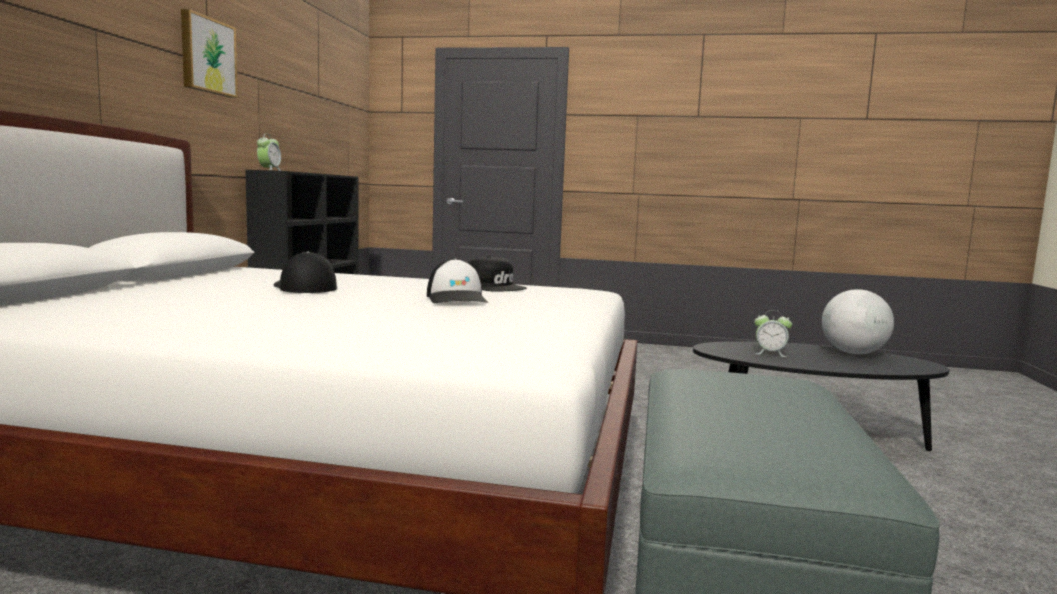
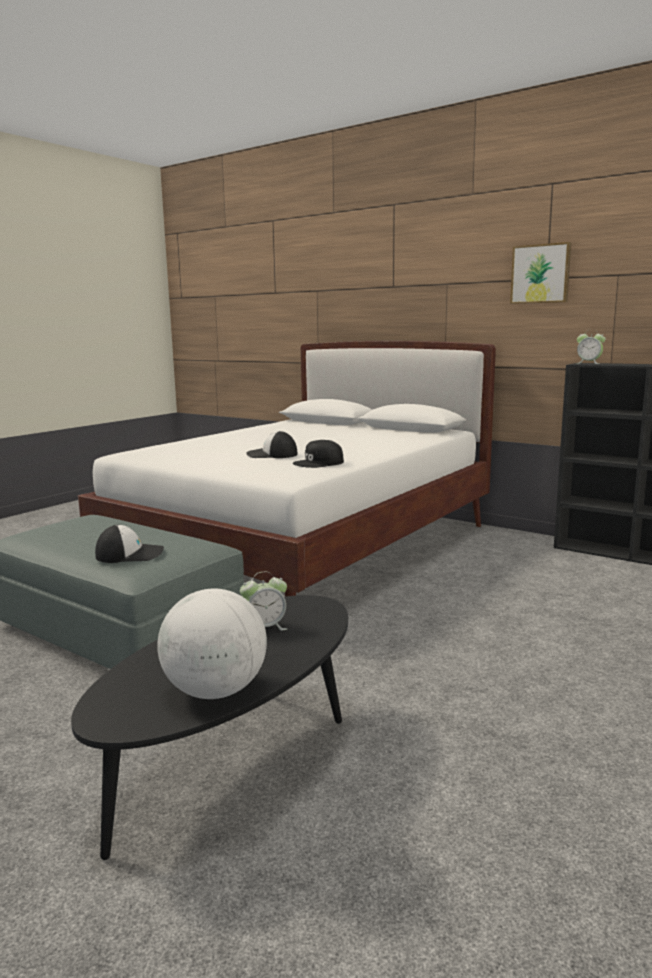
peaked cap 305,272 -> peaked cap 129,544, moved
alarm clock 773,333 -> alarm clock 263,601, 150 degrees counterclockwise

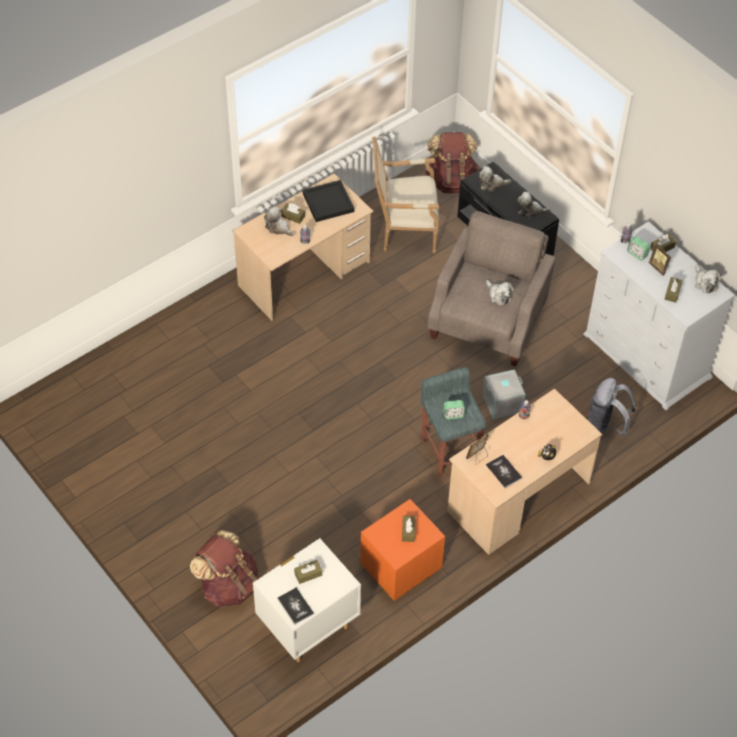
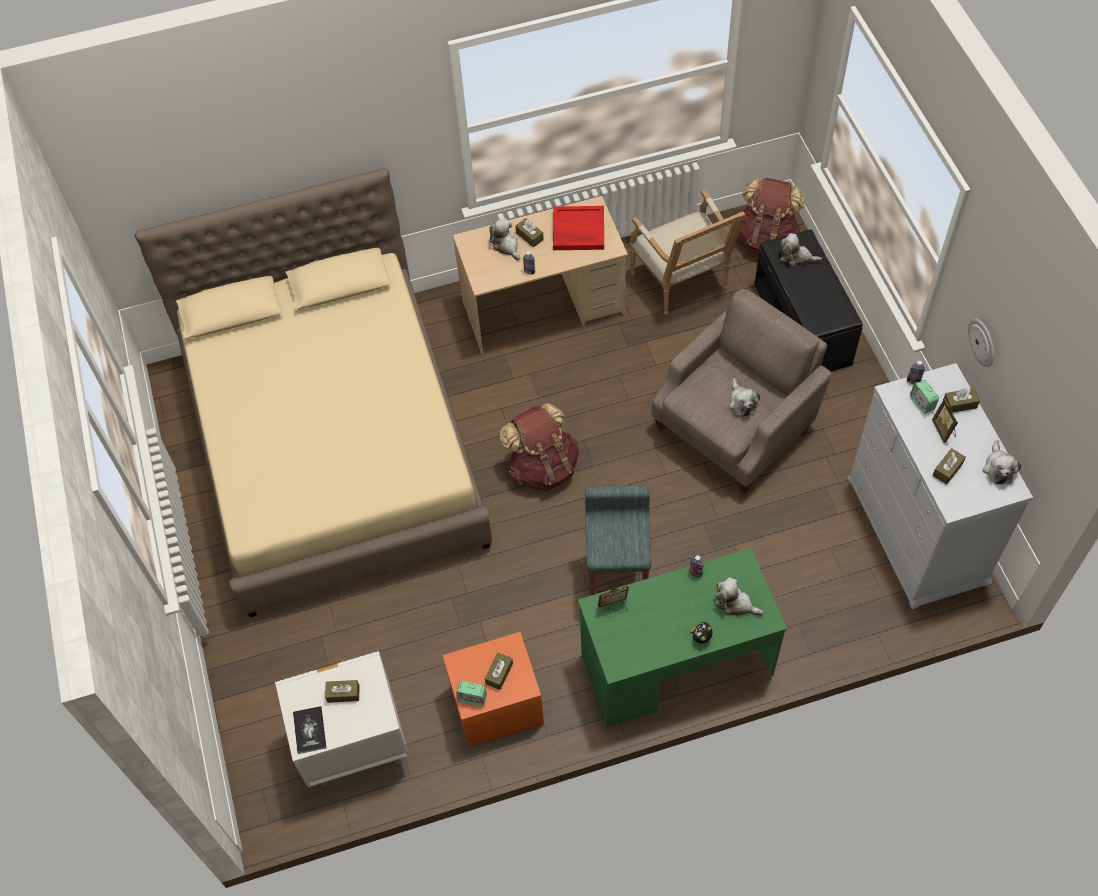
easy chair 405,195 -> easy chair 687,252, 135 degrees counterclockwise
tray (blackish) 328,201 -> tray (red-coloured) 578,228
cuddly toy 534,205 -> cuddly toy 739,596, moved
storage container (gray) 504,394 -> none
knapsack (gray) 612,407 -> none
desk table (beige) 525,472 -> desk table (green-coloured) 682,637
alarm clock 454,410 -> alarm clock 471,693, moved
book 504,471 -> none
knapsack (brown) 224,568 -> knapsack (brown) 539,447, moved
none -> bedroom bed (beige) 313,392
none -> hanging clock 981,342

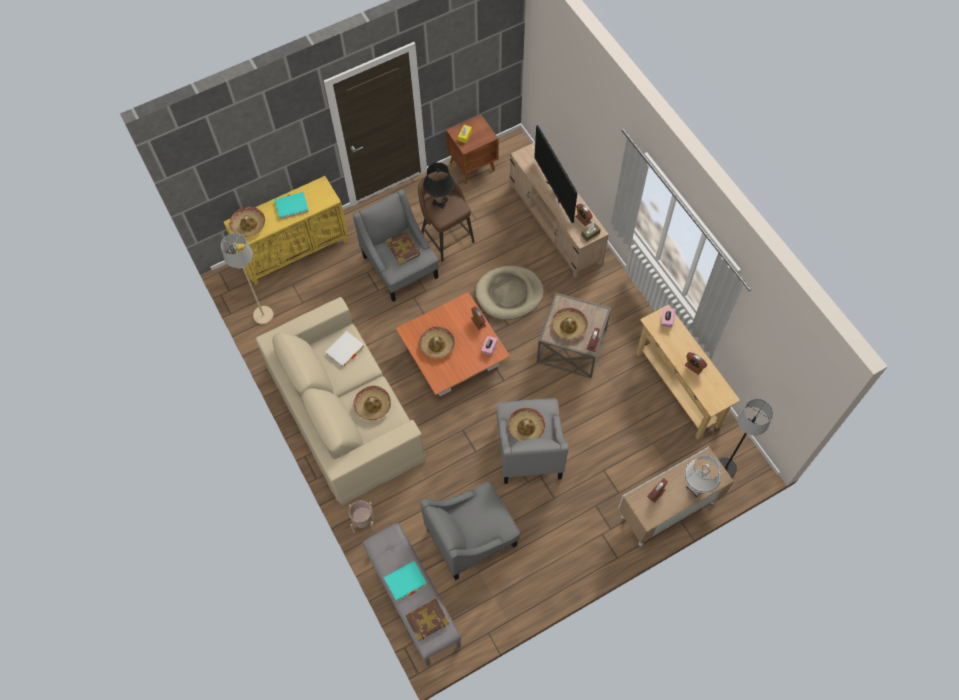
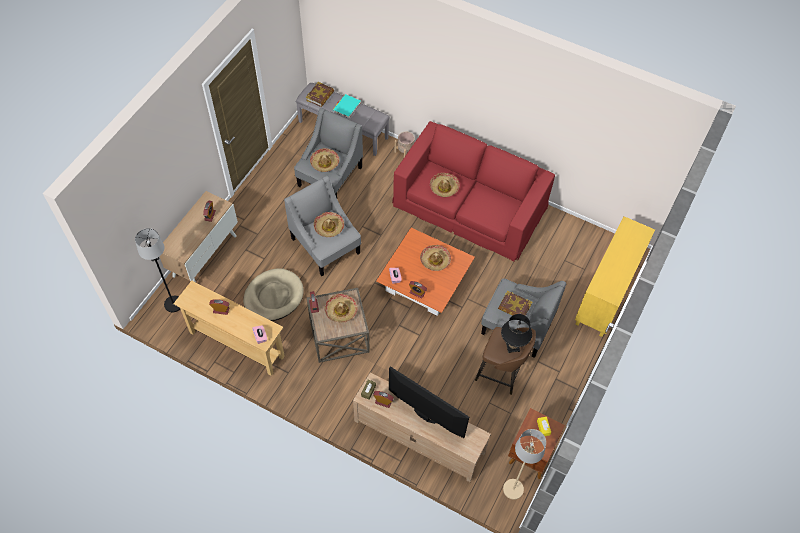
book (turquoise-coloured) 292,205 -> none
clothing hat 247,222 -> clothing hat 324,160, moved
standing lamp (beige) 247,279 -> standing lamp (beige) 524,464, moved
pet bed (beige) 509,292 -> pet bed (beige) 273,294, moved
sofa (beige) 341,401 -> sofa (red-coloured) 473,191
book (white) 344,349 -> none
table lamp (white) 702,476 -> none

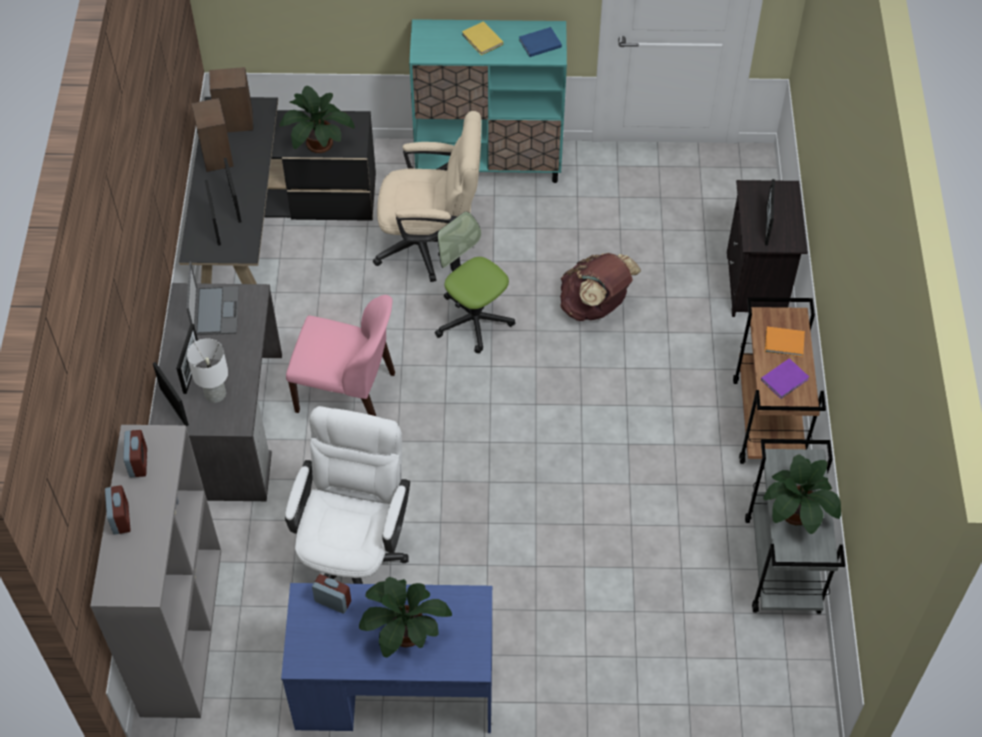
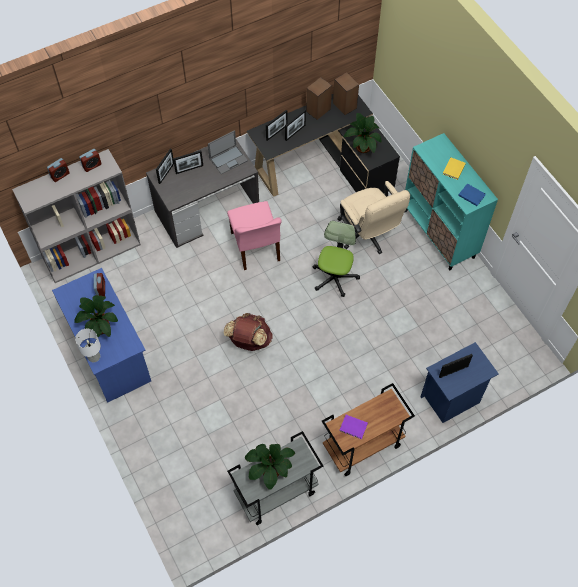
bedside table (blackish) 767,248 -> bedside table (blue) 460,382
knapsack (brown) 600,287 -> knapsack (brown) 248,332, moved
book (orangey) 785,342 -> none
table lamp (white) 207,370 -> table lamp (white) 88,345, moved
computer chair (white) 347,495 -> none

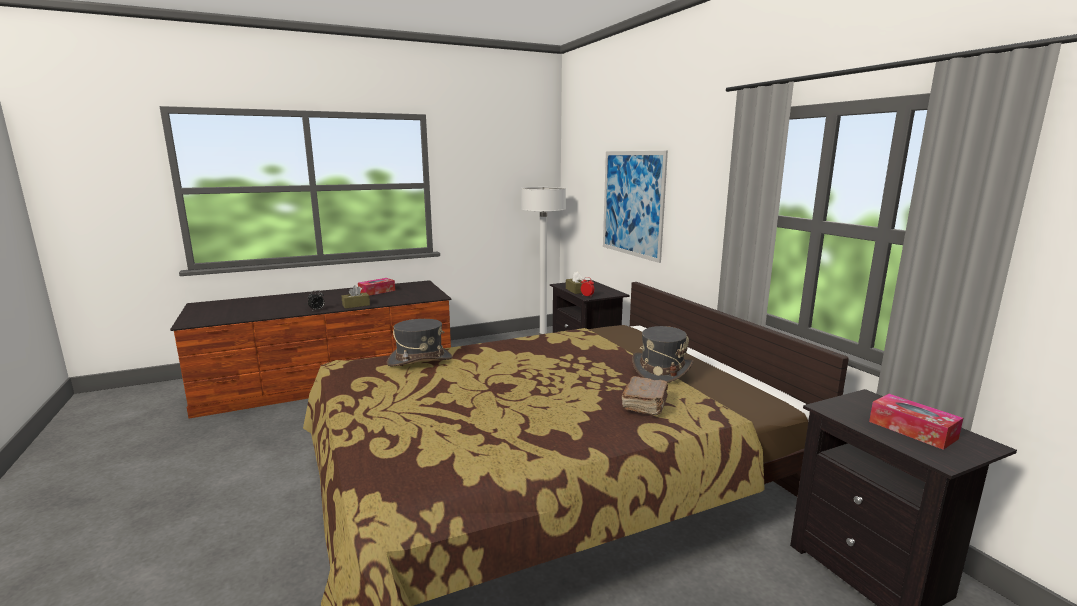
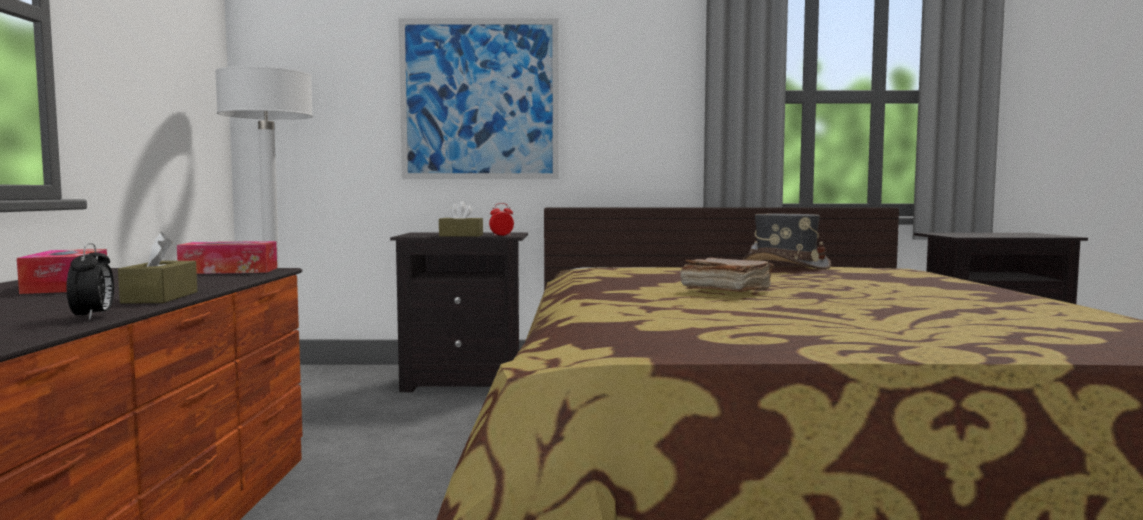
clothing hat (gray) 419,343 -> none
book (brown) 645,395 -> book (brown) 727,275, moved
tissue box 916,422 -> tissue box 227,257, moved

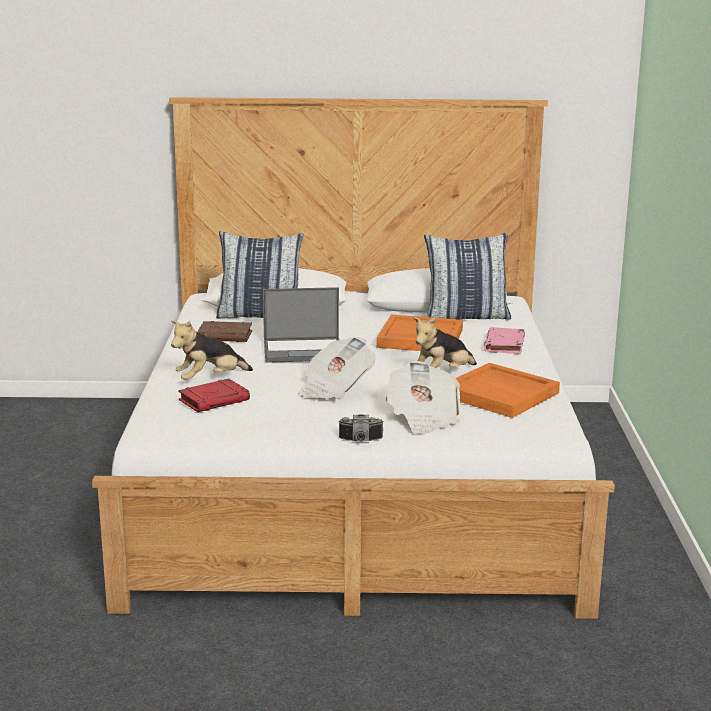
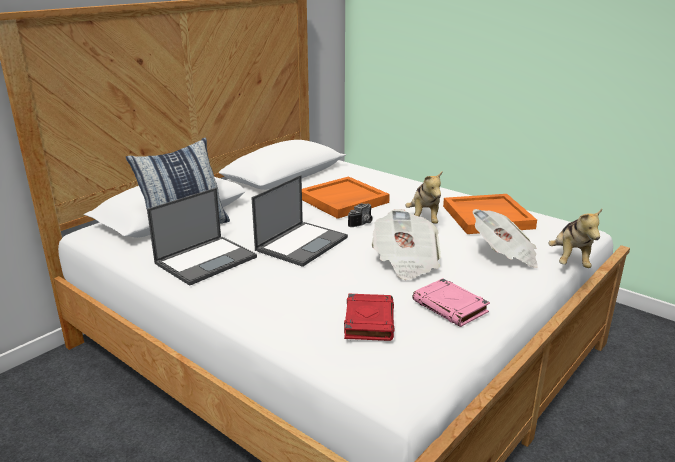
pillow 467,276 -> none
cuddly toy 212,350 -> cuddly toy 575,238, moved
book (brown) 224,331 -> portable computer 202,237
book (pink-coloured) 504,340 -> book (pink-coloured) 451,302, moved
photo camera 361,428 -> photo camera 360,215, moved

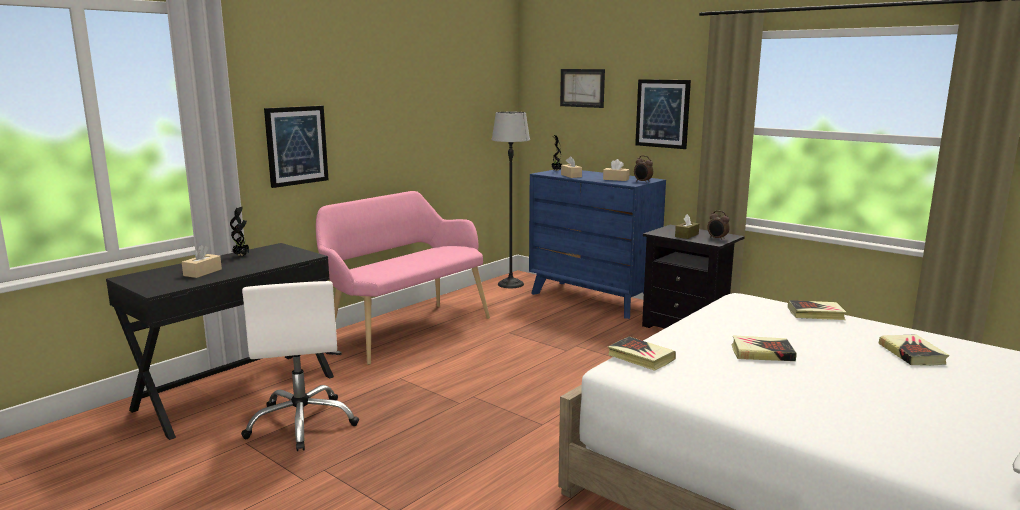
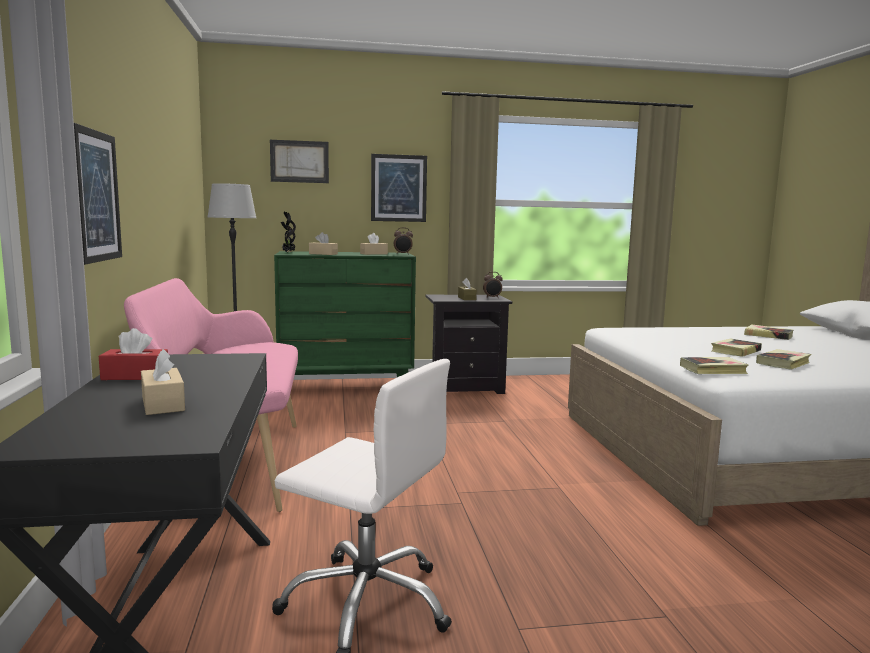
chest of drawers (blue) 597,244 -> chest of drawers (green-coloured) 345,314
houseplant 240,231 -> tissue box (red-coloured) 133,354
book 817,310 -> book 783,359, moved

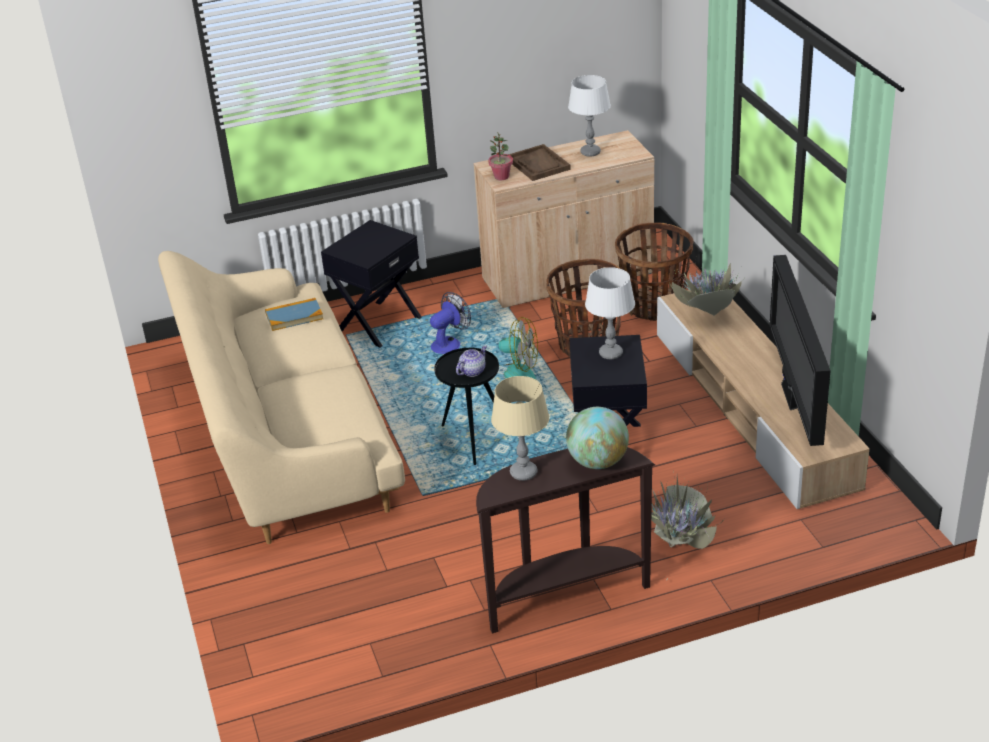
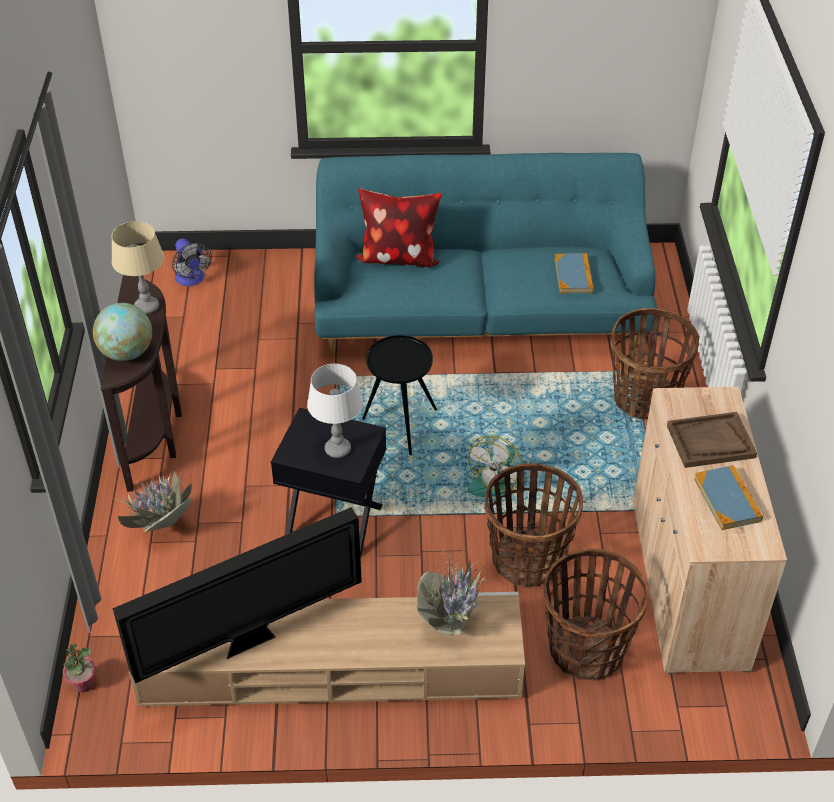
table lamp (white) 589,116 -> book 728,497
houseplant 500,156 -> houseplant 79,668, moved
accent table (blackish) 371,284 -> household basket 655,364
sofa (beige) 281,397 -> sofa (turquoise-coloured) 485,253
TV 800,350 -> TV 237,595, 135 degrees clockwise
fan 450,323 -> fan 192,262, moved
pot for tea 471,361 -> none
none -> pillow 398,227

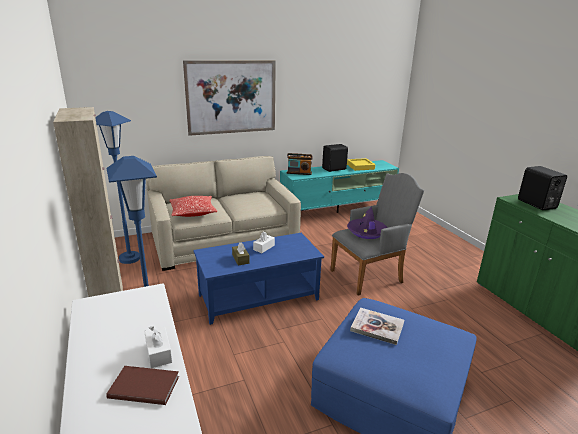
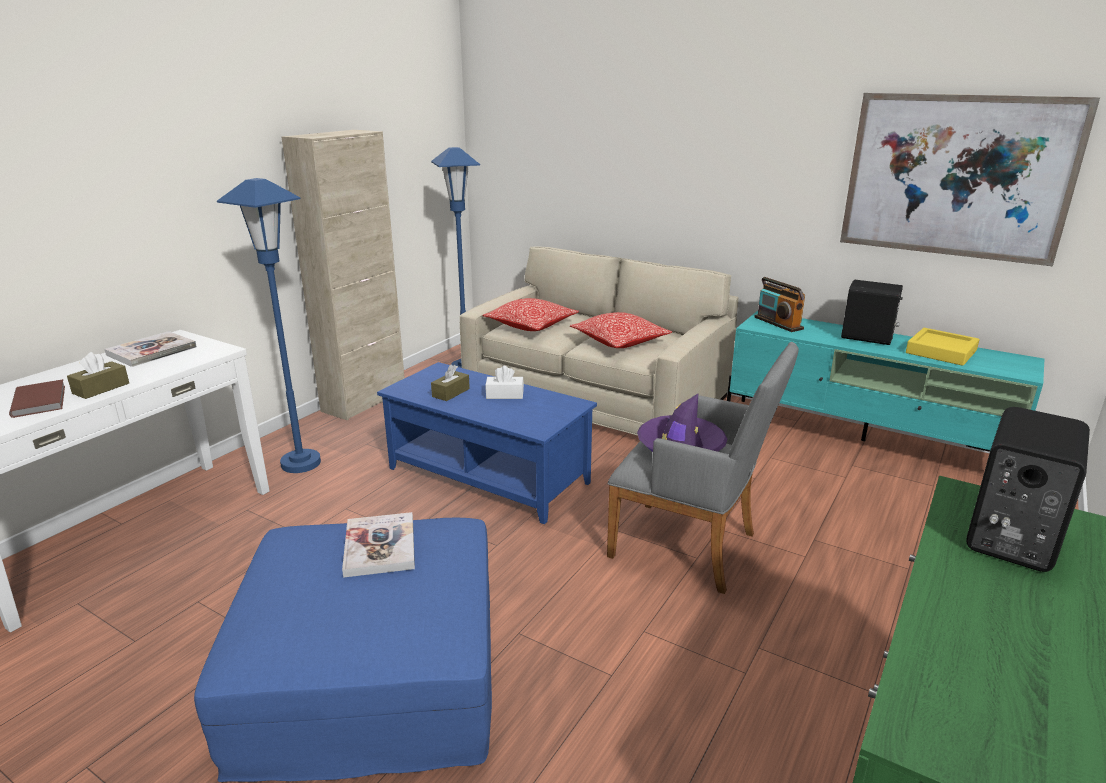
picture 229,98 -> picture 970,179, moved
tissue box (white) 158,347 -> tissue box (brown) 98,375
none -> pillow 621,330
none -> book 151,349

